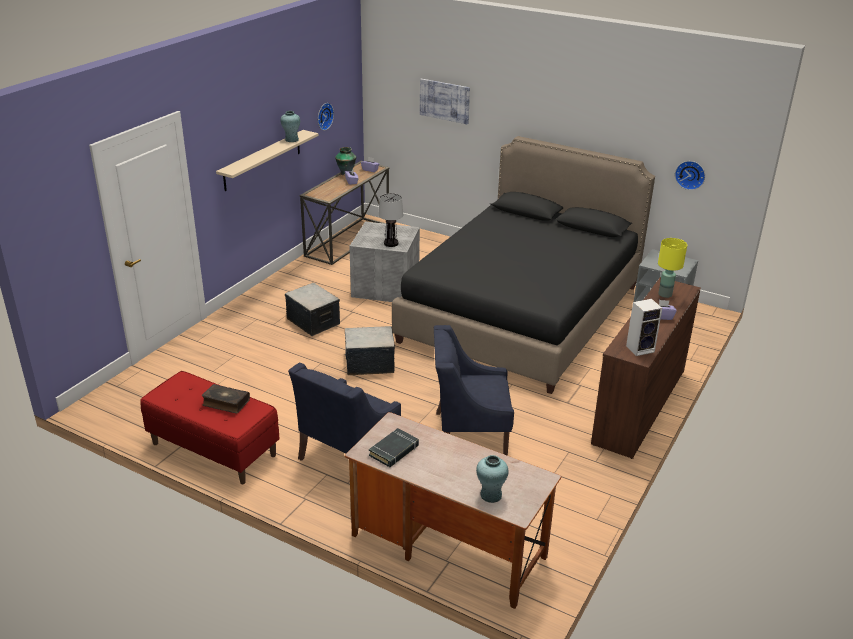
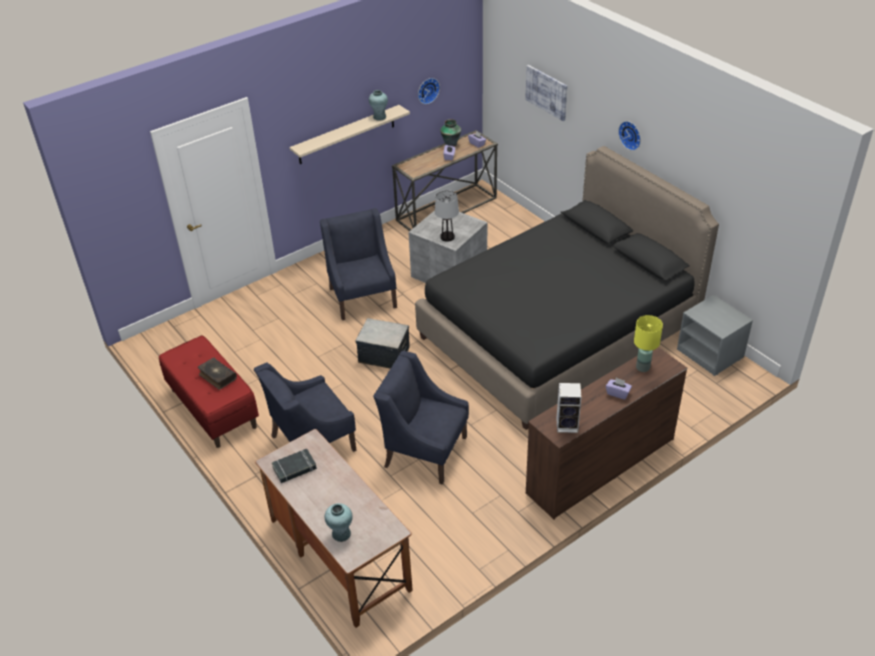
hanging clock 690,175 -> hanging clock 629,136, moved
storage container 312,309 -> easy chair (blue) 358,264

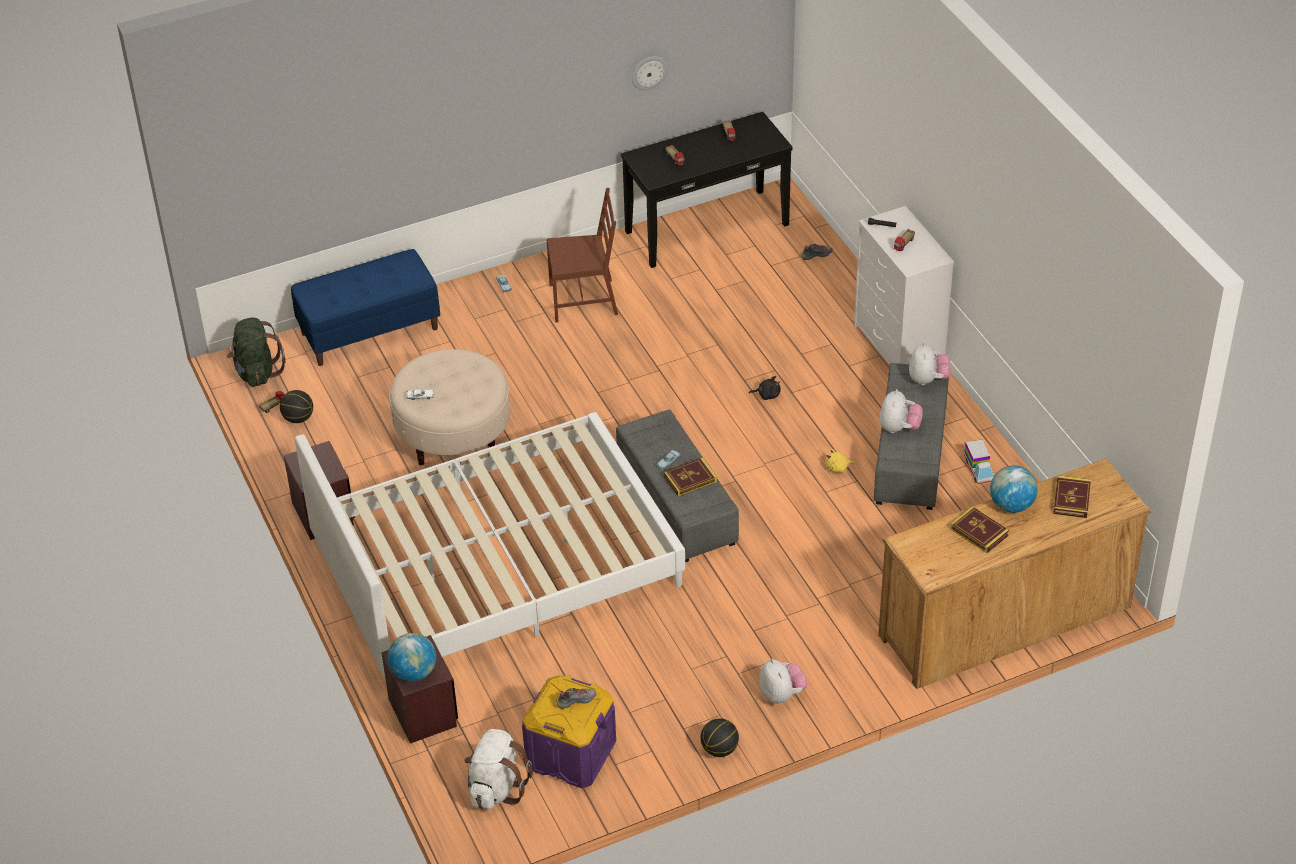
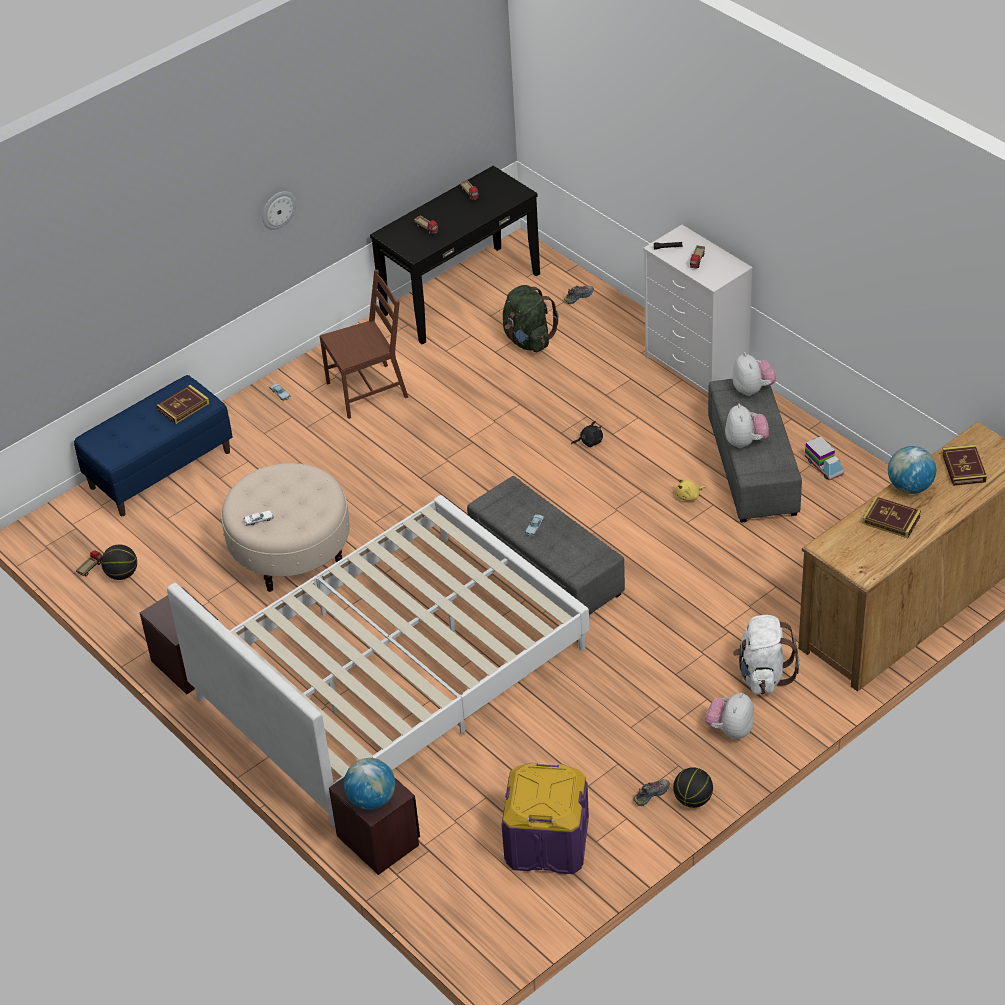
hanging clock 650,73 -> hanging clock 279,210, moved
knapsack (green-coloured) 256,352 -> knapsack (green-coloured) 531,318, moved
book 690,477 -> book 183,404, moved
cuddly toy 783,681 -> cuddly toy 729,716, 120 degrees counterclockwise
item of footwear 576,698 -> item of footwear 651,792, moved
knapsack (white) 499,769 -> knapsack (white) 766,655, moved

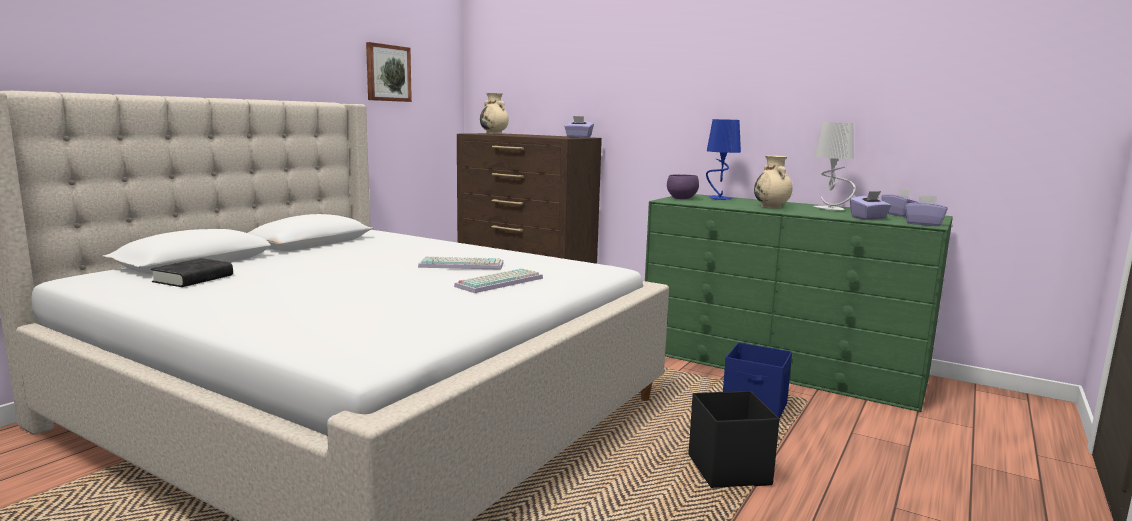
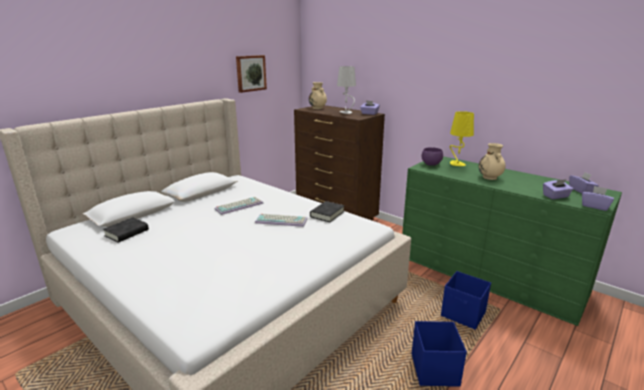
table lamp (blue) 723,159 -> table lamp (yellowish) 462,138
table lamp (gray) 834,166 -> table lamp (gray) 346,90, moved
keyboard 498,280 -> keyboard 239,206, moved
storage container (blackish) 734,439 -> storage container (blue) 439,354
none -> book (blackish) 327,211

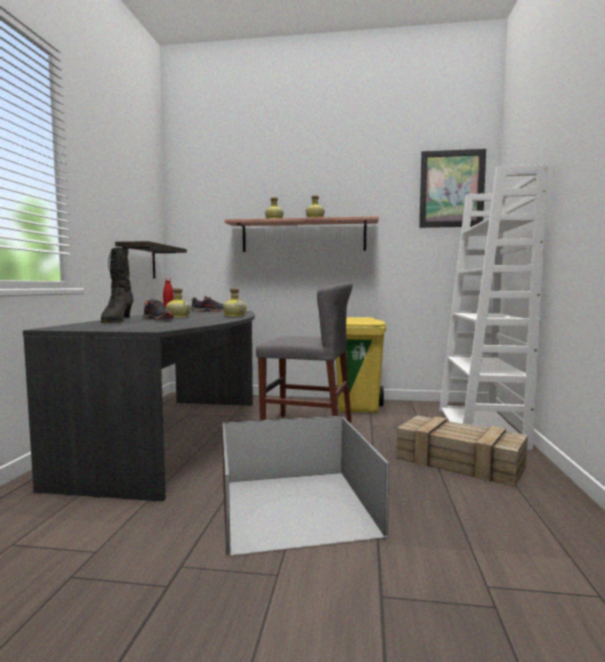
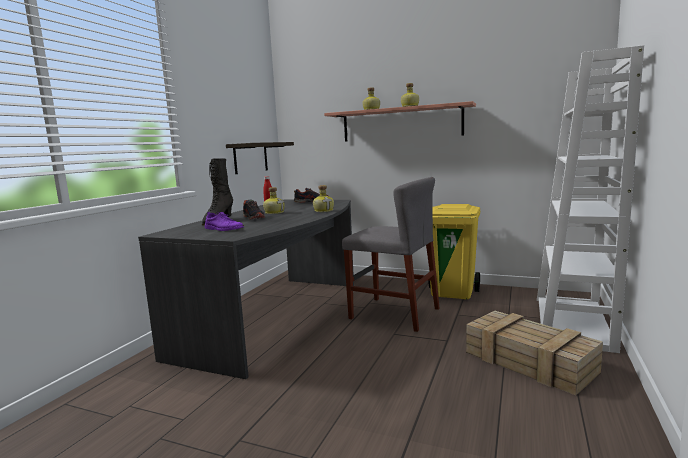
picture 452,188 -> none
storage container (brown) 305,485 -> none
none -> item of footwear (purple) 224,221

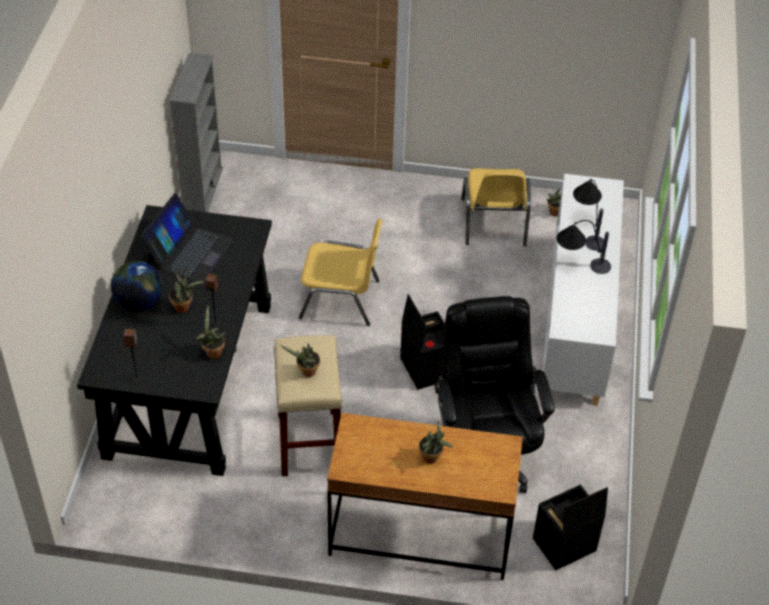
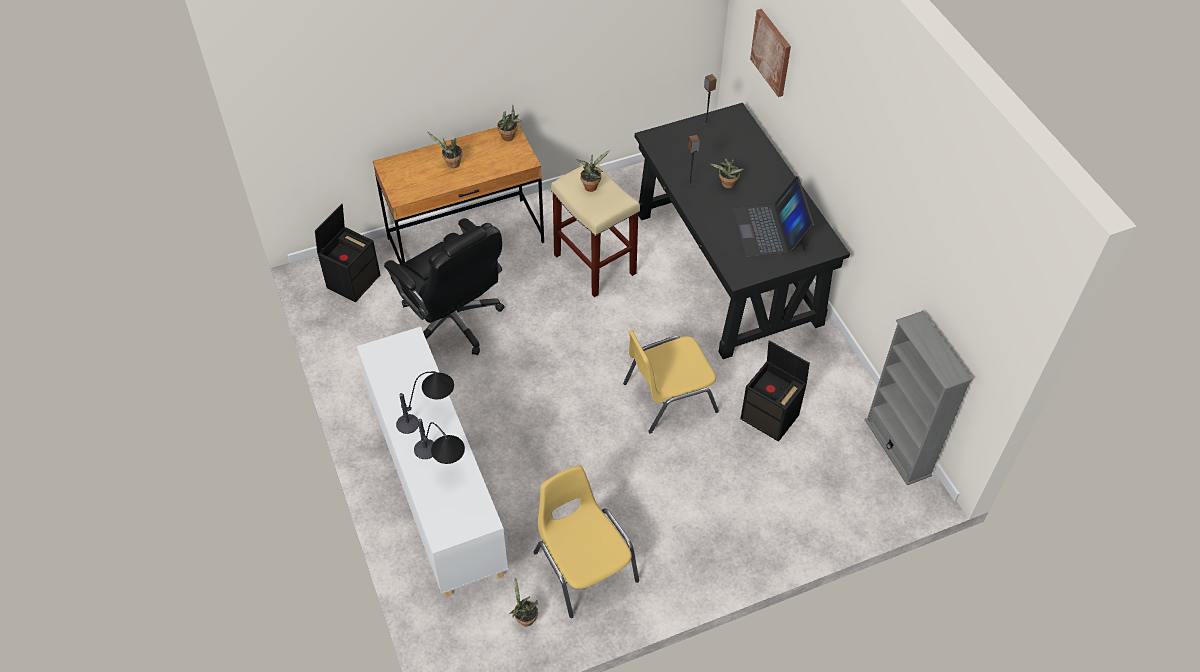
world globe 137,286 -> none
storage container (blackish) 422,342 -> storage container (blackish) 775,391, moved
houseplant 211,332 -> houseplant 509,123, moved
none -> picture 770,53

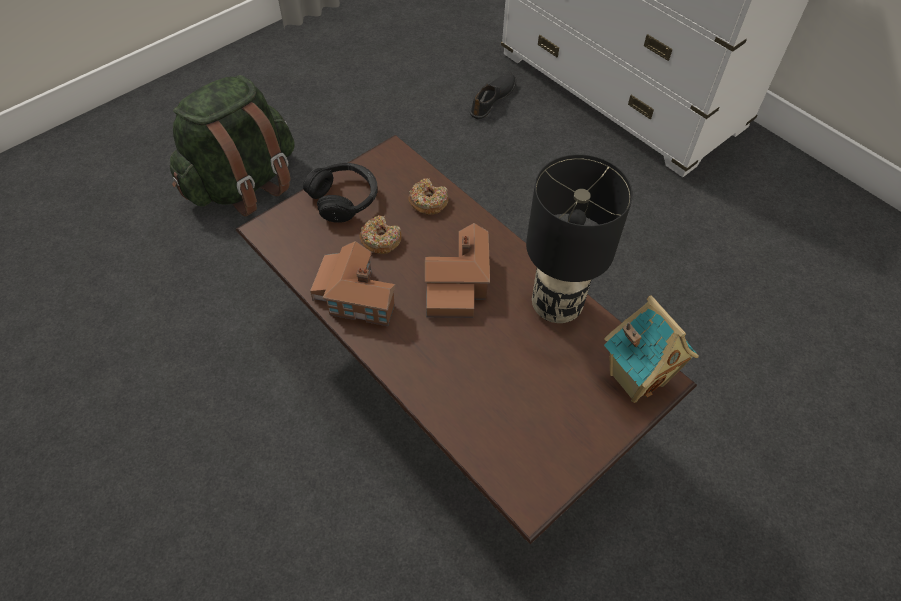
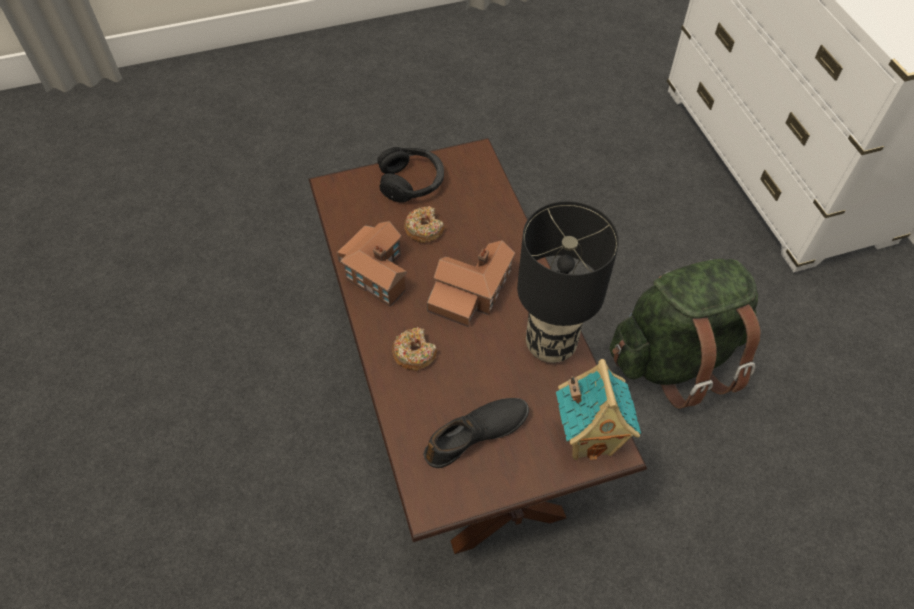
item of footwear (blackish) 493,96 -> item of footwear (blackish) 476,433, moved
knapsack (green-coloured) 232,146 -> knapsack (green-coloured) 685,334, moved
ring doughnut 428,196 -> ring doughnut 414,349, moved

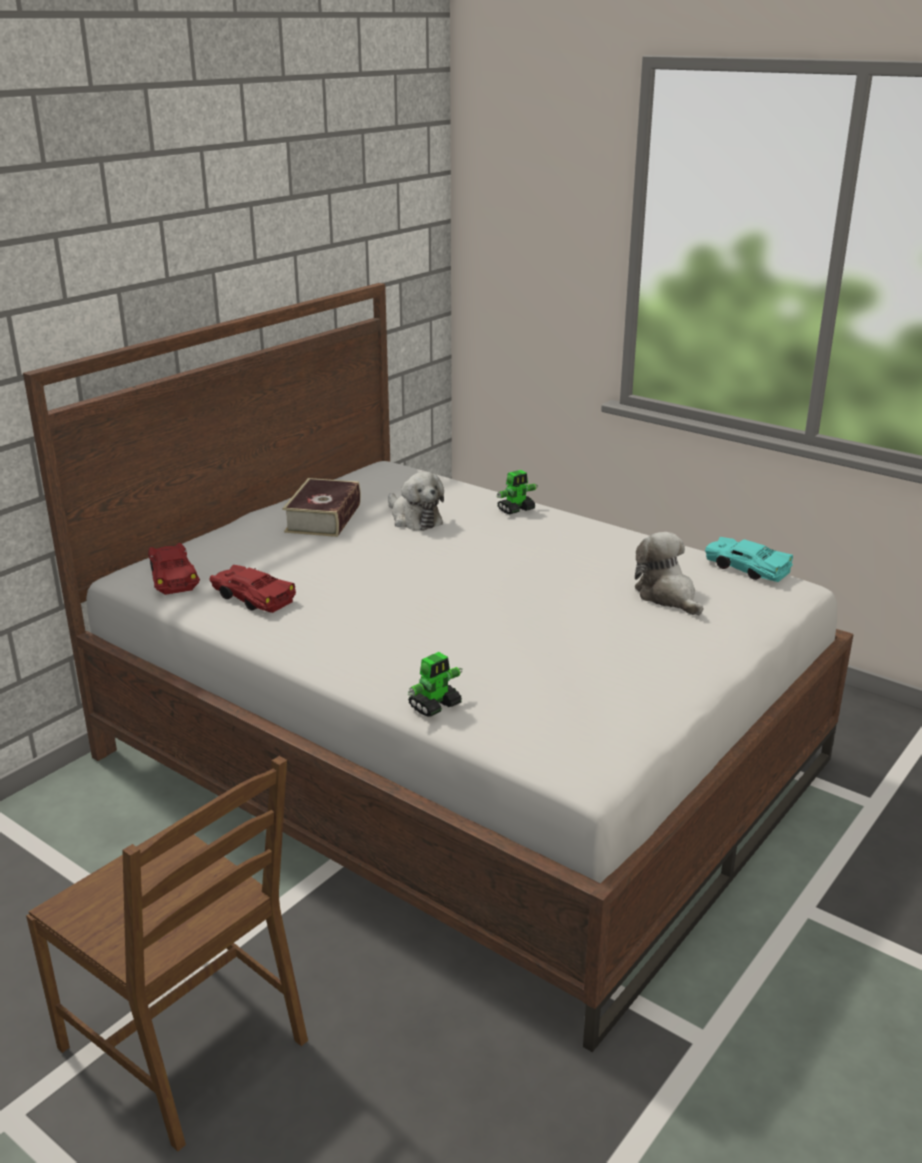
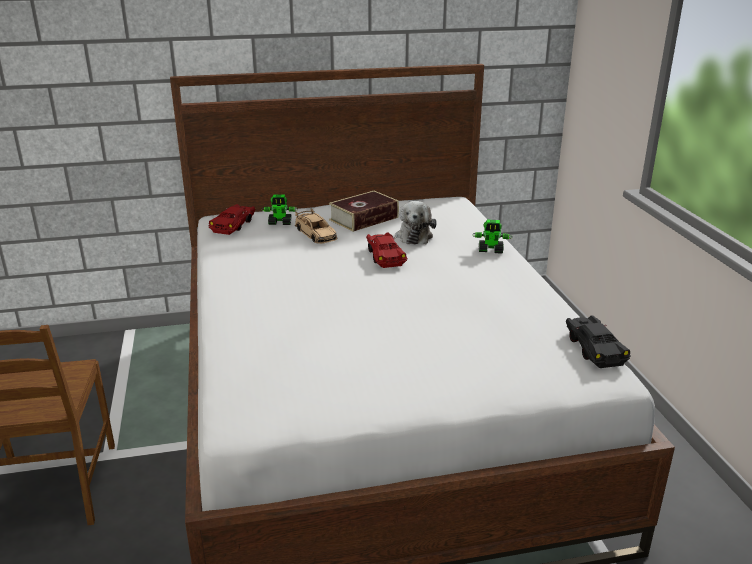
cuddly toy 669,574 -> none
toy car (turquoise-coloured) 749,559 -> toy car (blackish) 598,342
toy car (red-coloured) 252,589 -> toy car (red-coloured) 387,250, moved
robot figure 435,684 -> robot figure 280,209, moved
none -> toy car (beige) 316,226

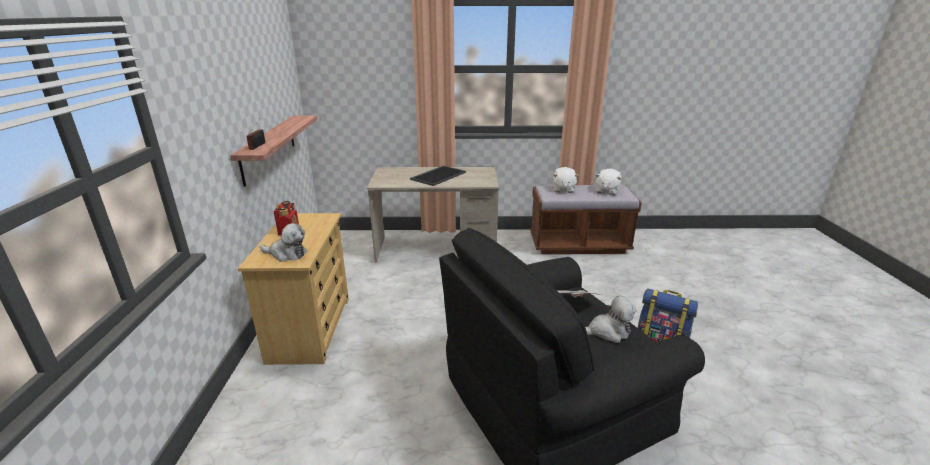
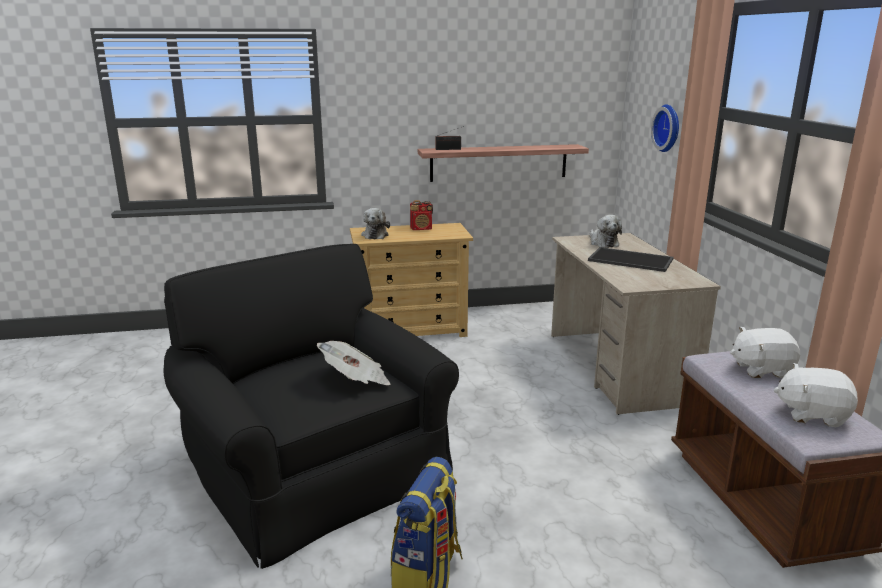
cuddly toy 610,319 -> cuddly toy 606,231, moved
none -> hanging clock 665,128

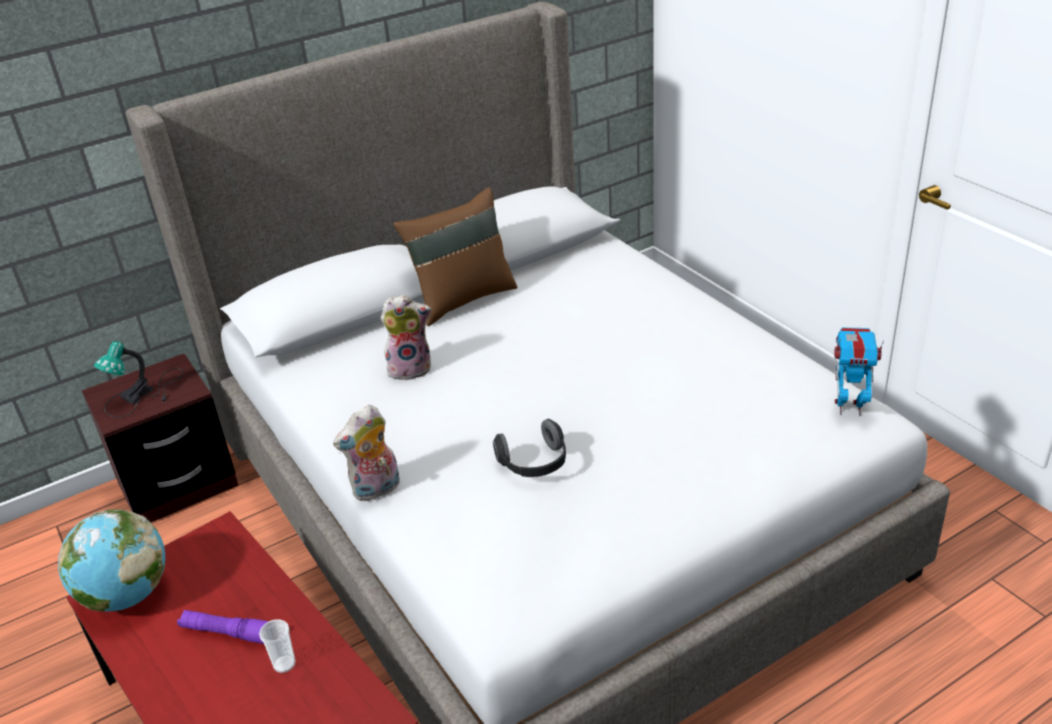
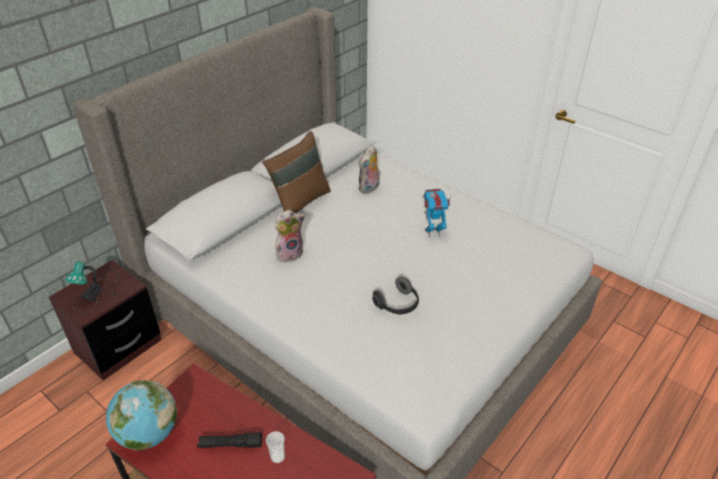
robot figure 859,371 -> robot figure 437,213, moved
cuddly toy 366,453 -> cuddly toy 369,169, moved
hand torch (purple) 222,627 -> hand torch (blackish) 229,440

